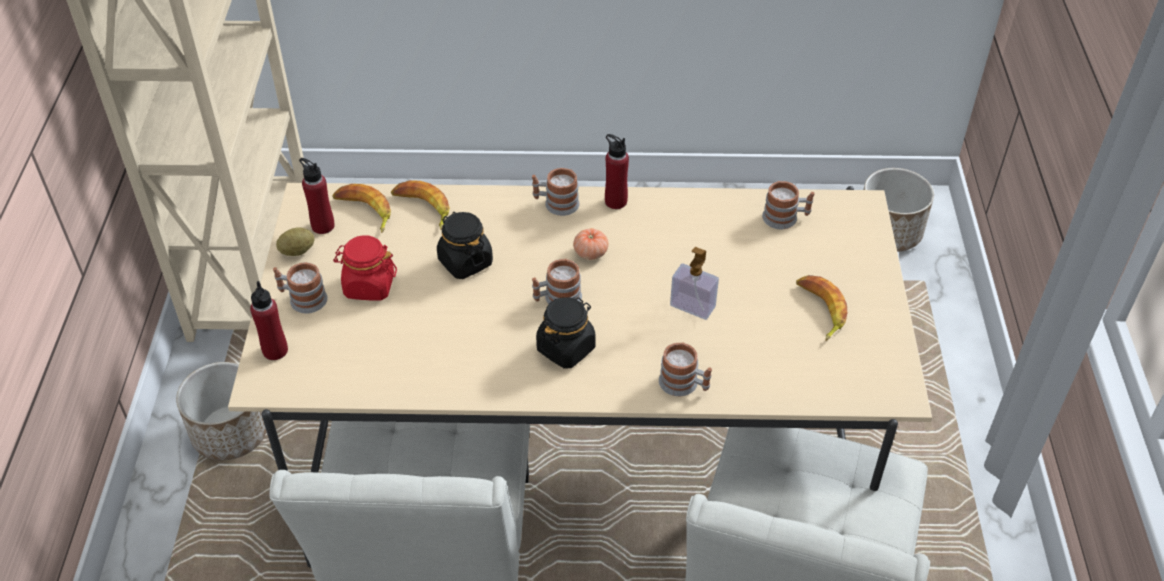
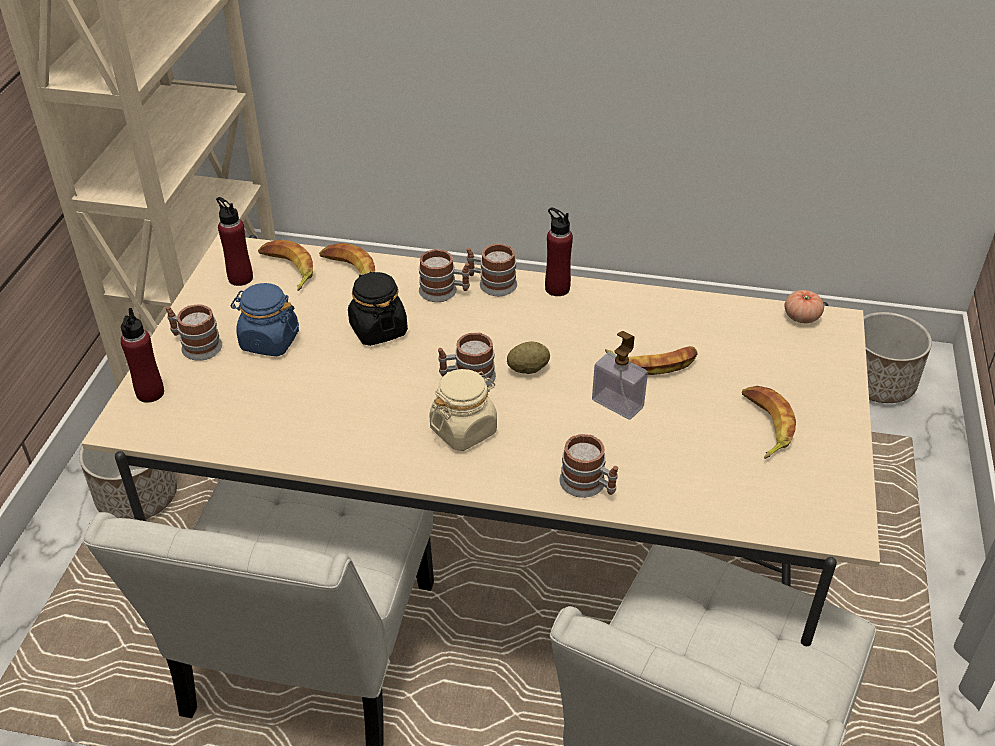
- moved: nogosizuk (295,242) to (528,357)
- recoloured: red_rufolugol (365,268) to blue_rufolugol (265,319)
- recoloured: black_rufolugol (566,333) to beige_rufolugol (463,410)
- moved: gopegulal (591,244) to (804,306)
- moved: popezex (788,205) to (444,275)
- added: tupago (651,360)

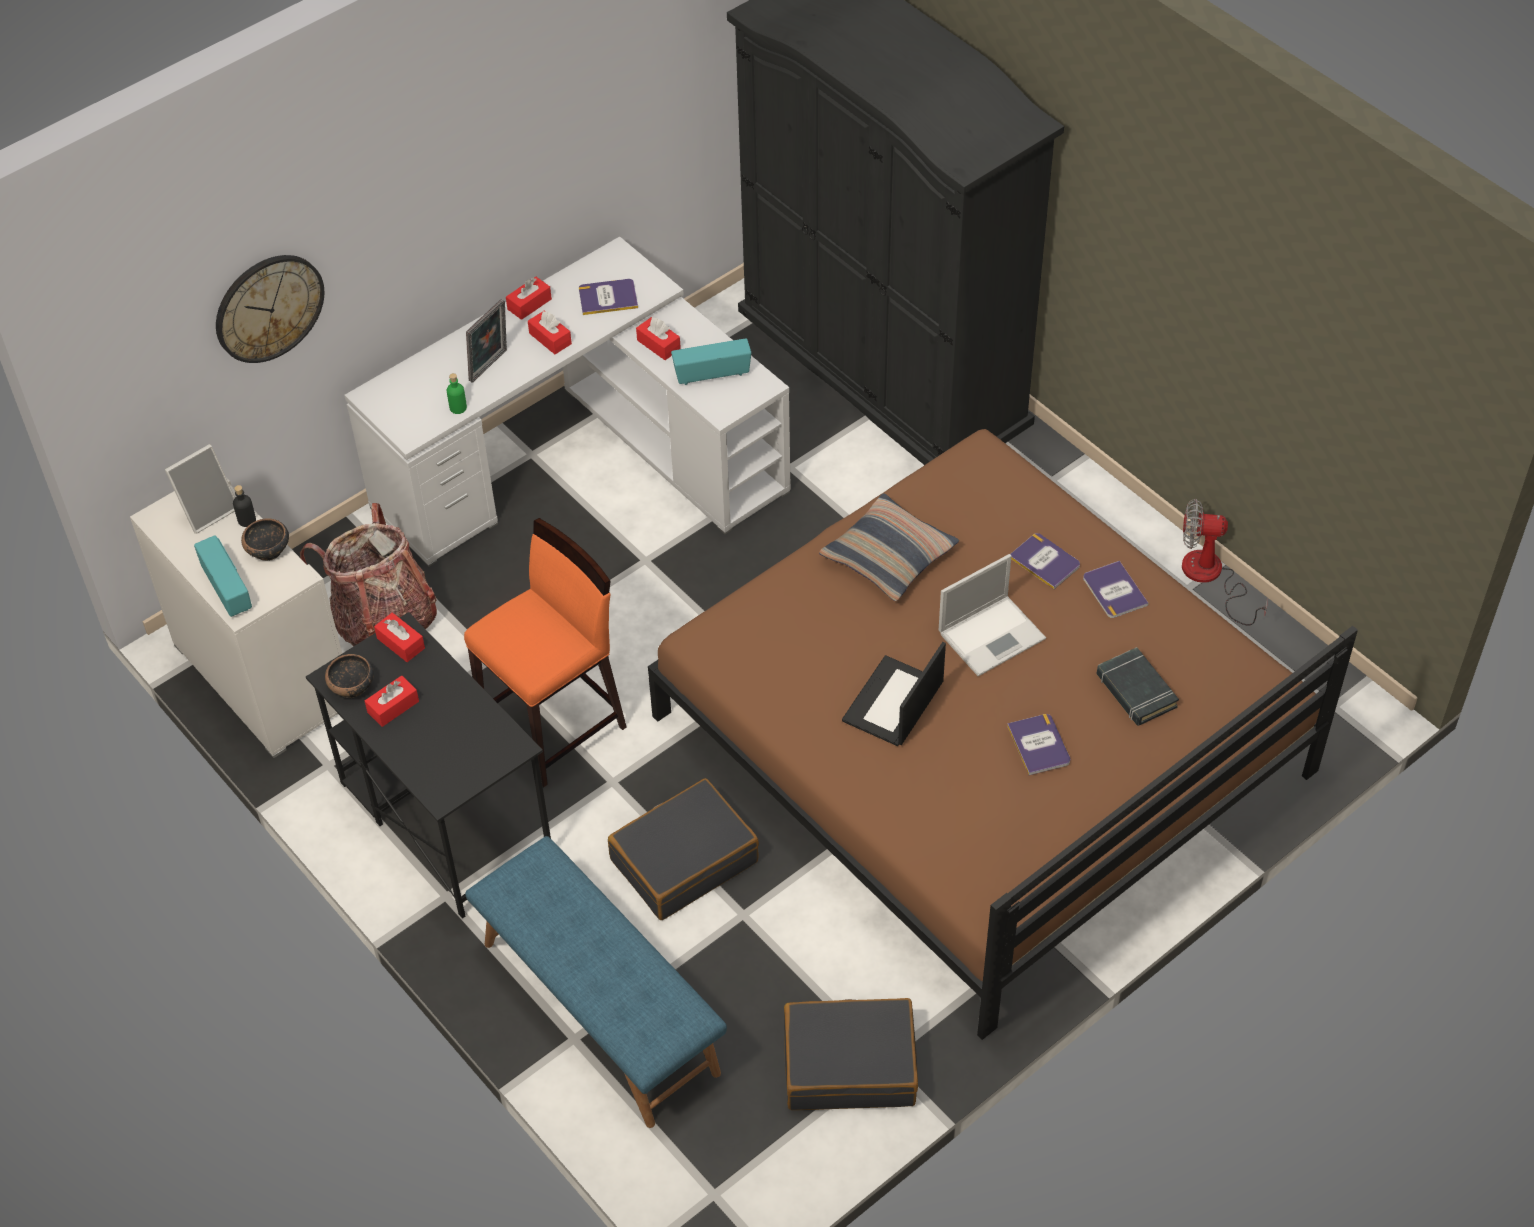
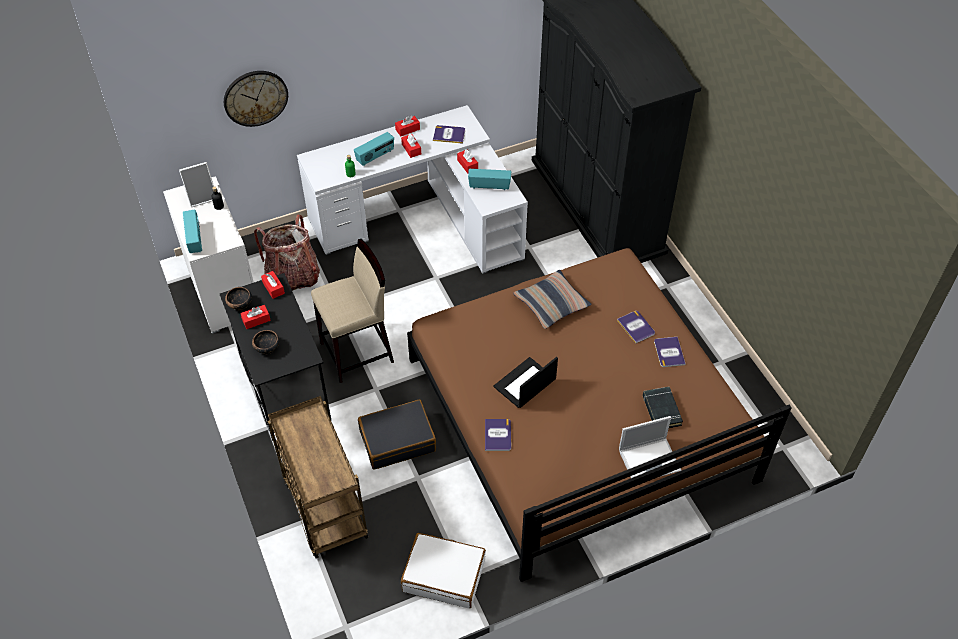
- moved: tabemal (265,539) to (266,342)
- recoloured: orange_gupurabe (545,653) to beige_gupurabe (352,311)
- replaced: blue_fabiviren (596,982) to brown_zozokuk (318,477)
- replaced: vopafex (486,341) to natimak (374,149)
- recoloured: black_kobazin (851,1054) to white_kobazin (443,571)
- moved: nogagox (992,615) to (650,447)
- moved: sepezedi (1038,744) to (498,435)
- removed: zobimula (1224,562)

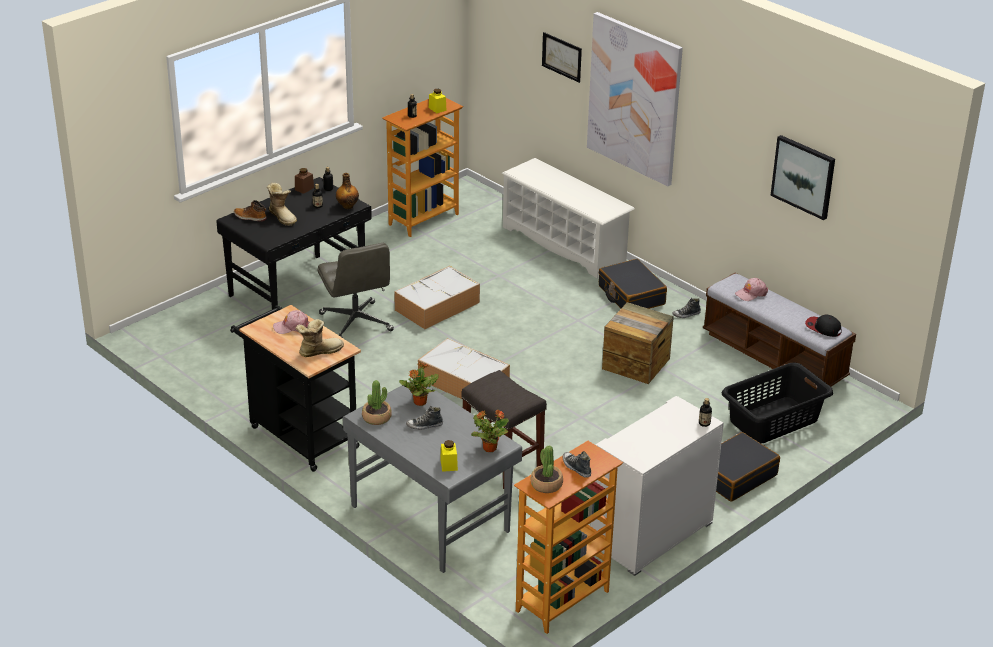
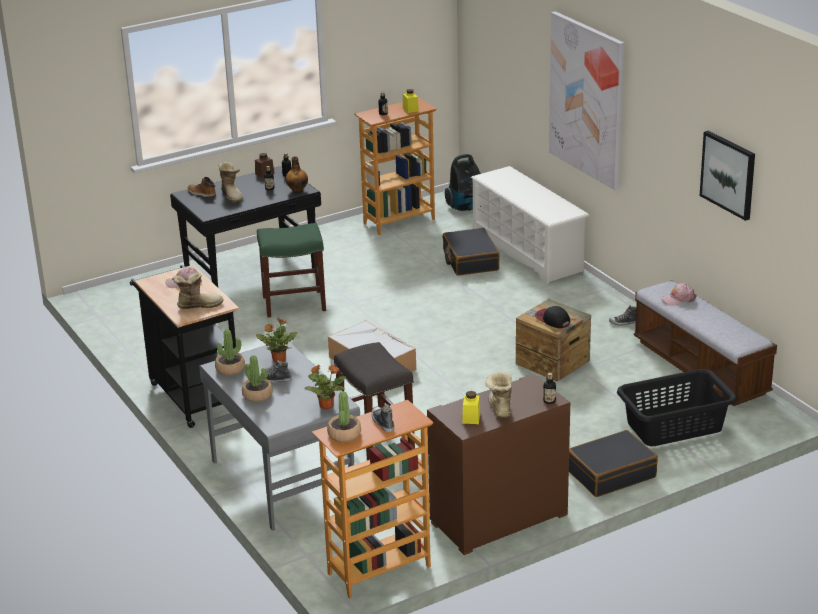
- replaced: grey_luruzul (355,290) to green_gupurabe (291,270)
- removed: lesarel (437,297)
- moved: yellow_rufolugol (449,456) to (471,407)
- removed: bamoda (562,57)
- recoloured: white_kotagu (657,486) to brown_kotagu (498,464)
- moved: black_kobazin (633,284) to (471,252)
- moved: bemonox (823,326) to (552,317)
- added: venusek (257,378)
- added: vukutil (463,182)
- added: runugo (498,395)

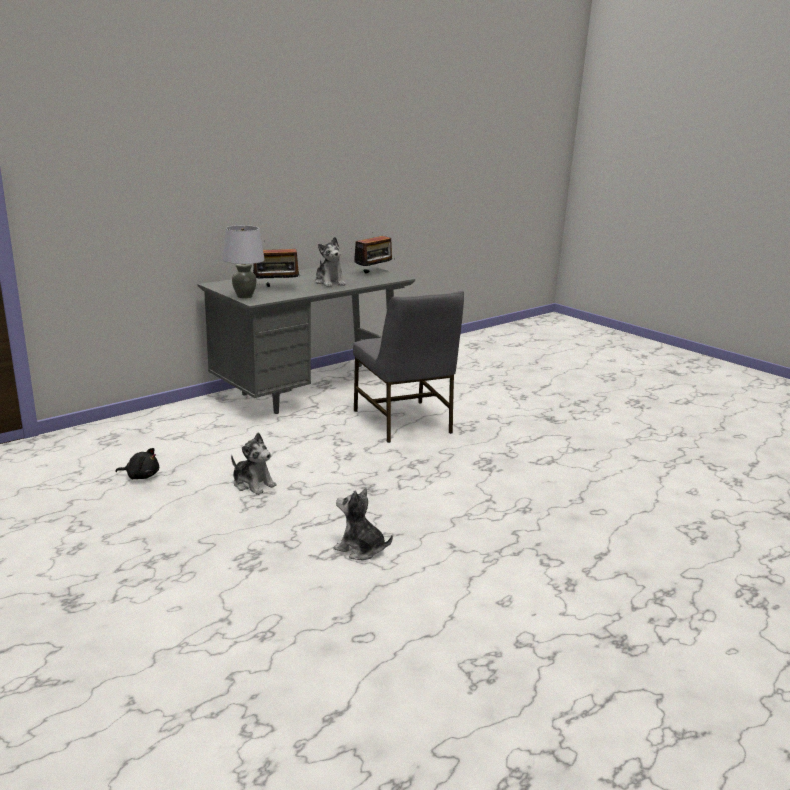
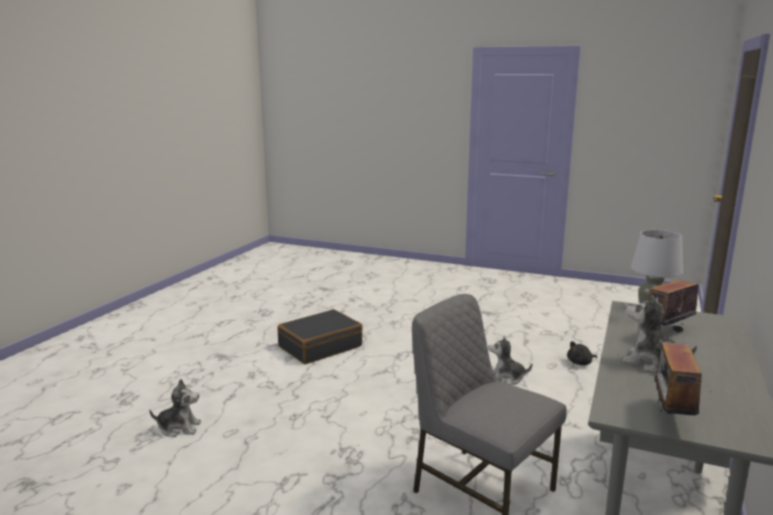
- moved: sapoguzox (363,524) to (175,408)
- added: black_kobazin (320,336)

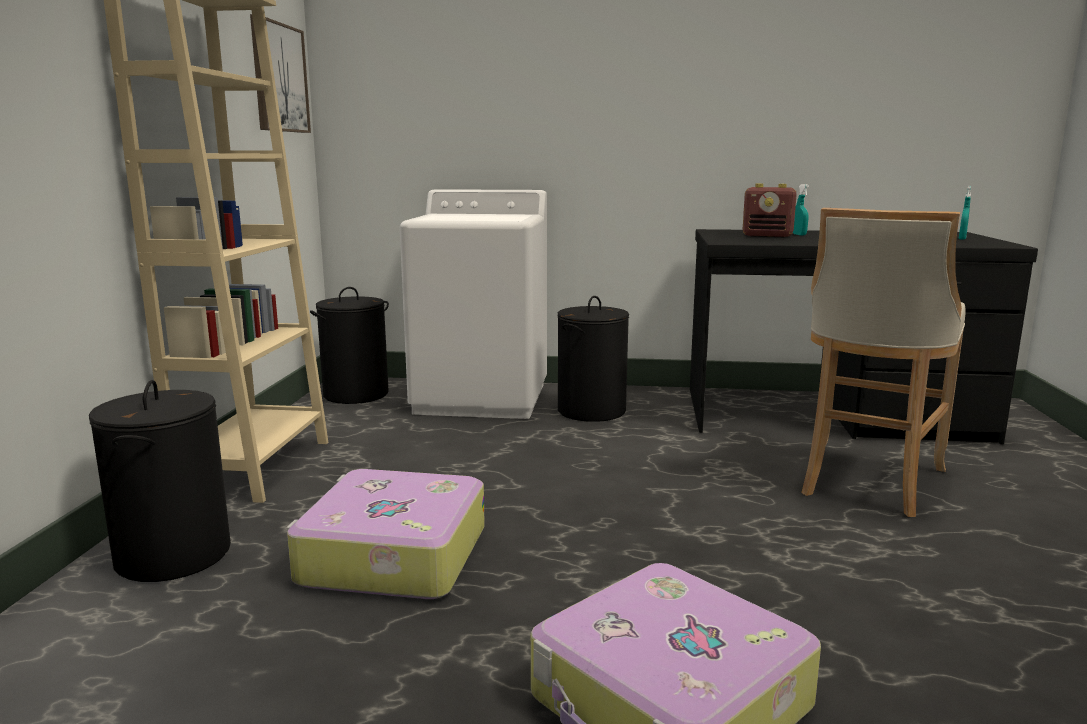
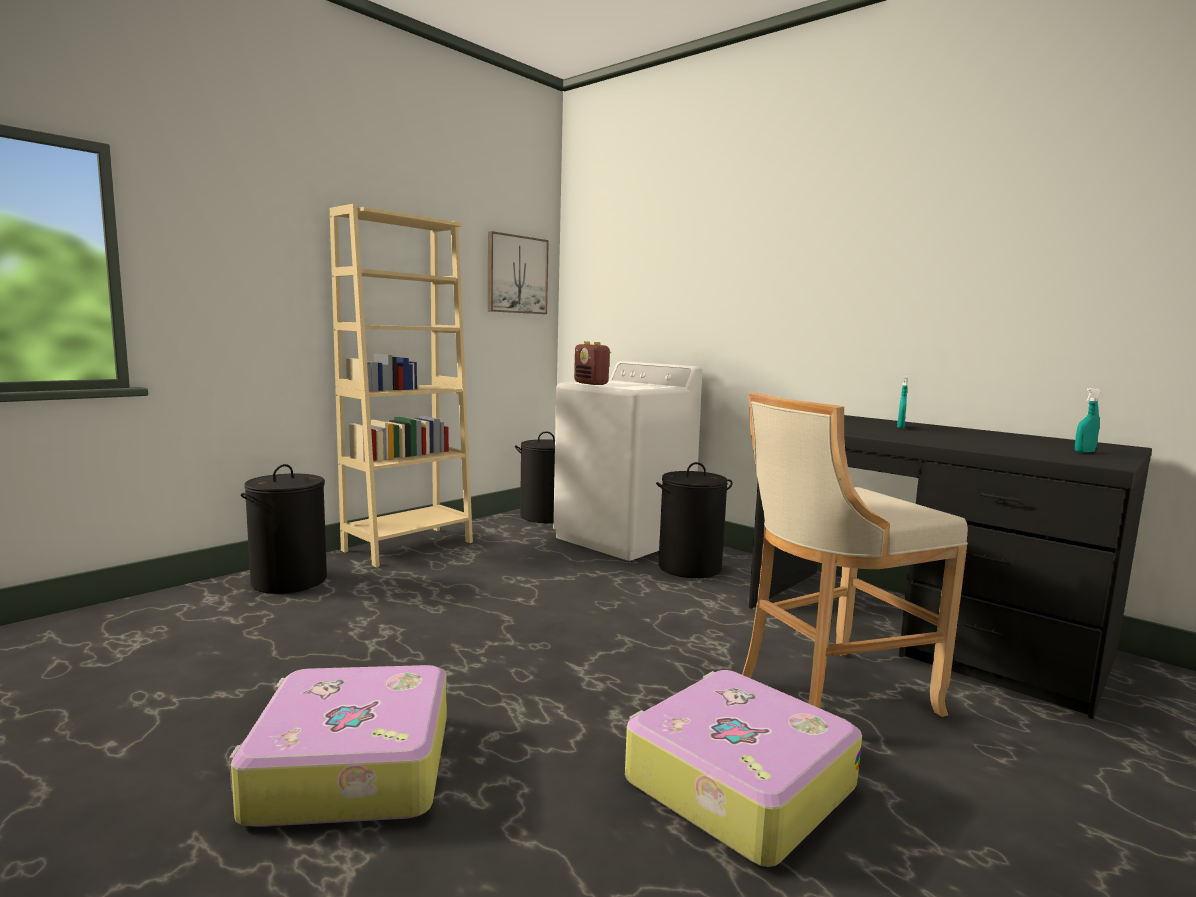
- moved: kobazin (386,534) to (743,768)
- moved: natimak (769,210) to (592,363)

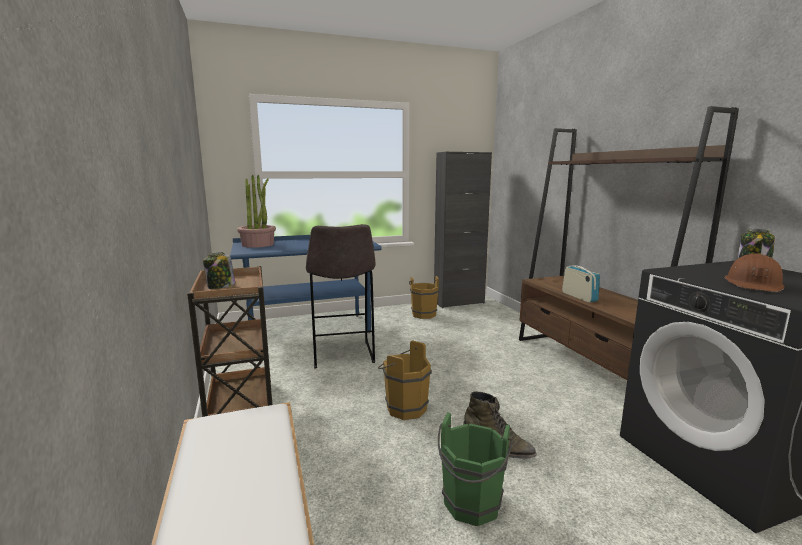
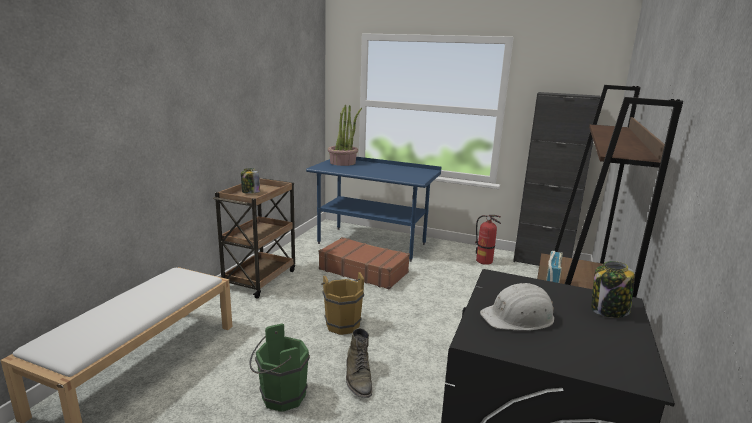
- replaced: grey_gupurabe (341,296) to brown_kobazin (364,263)
- replaced: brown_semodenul (424,297) to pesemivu (488,240)
- recoloured: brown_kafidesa (754,272) to white_kafidesa (517,307)

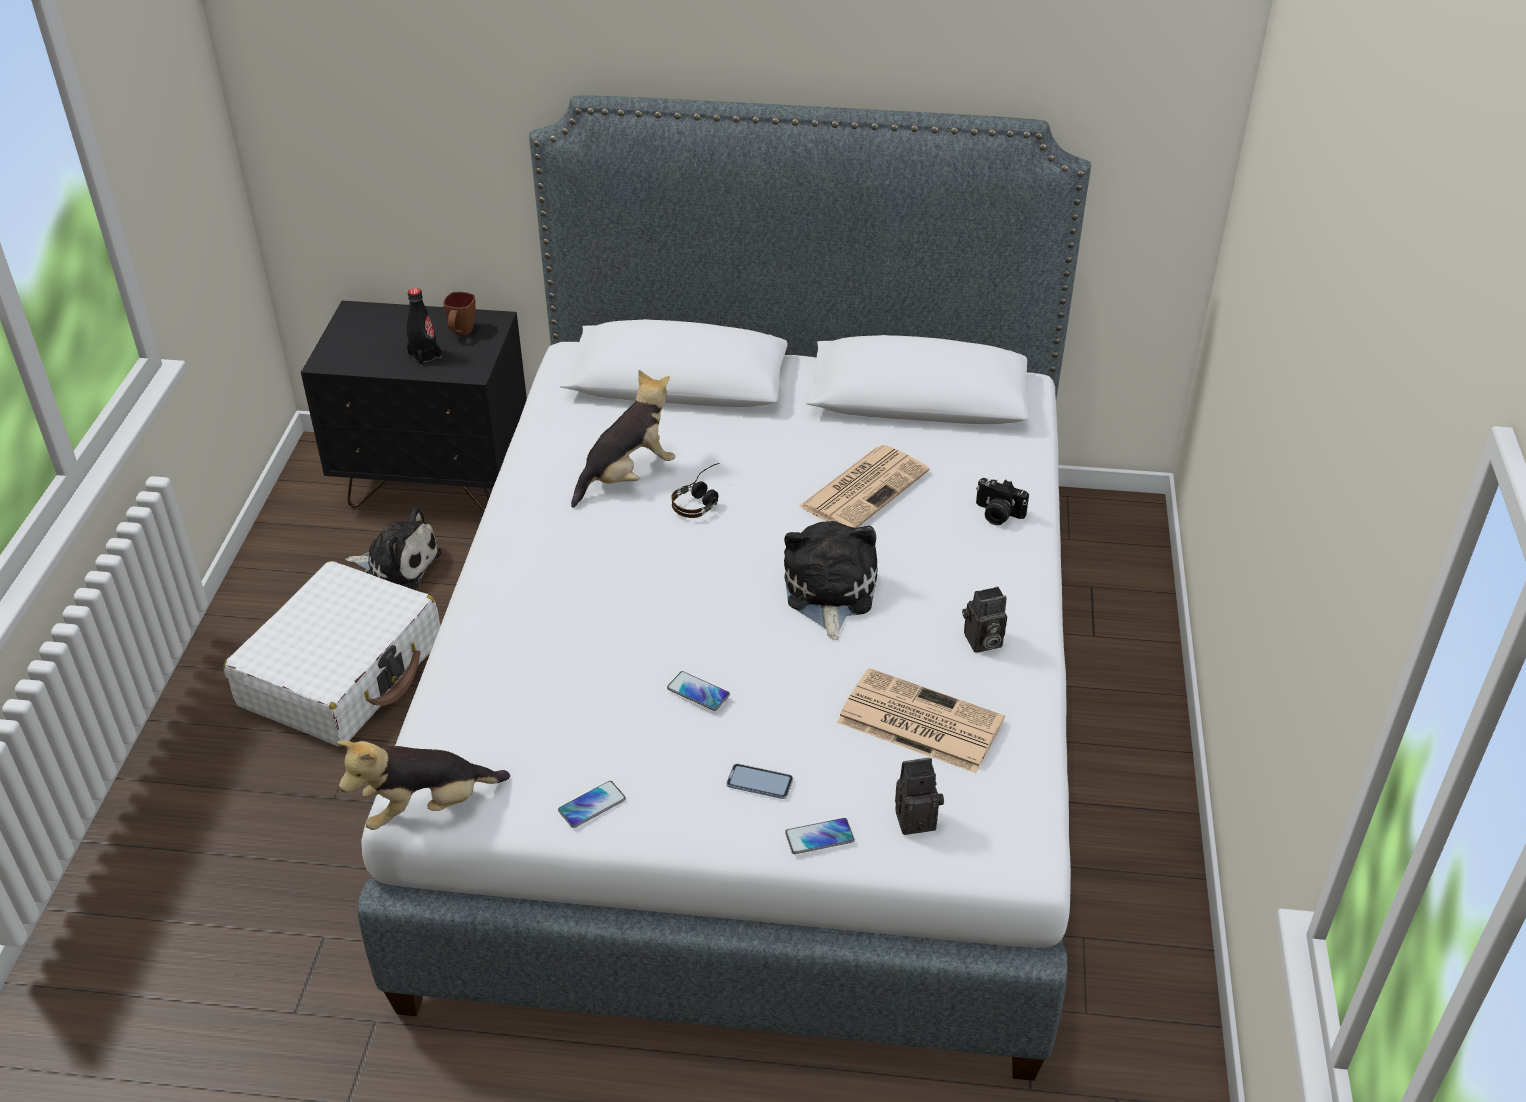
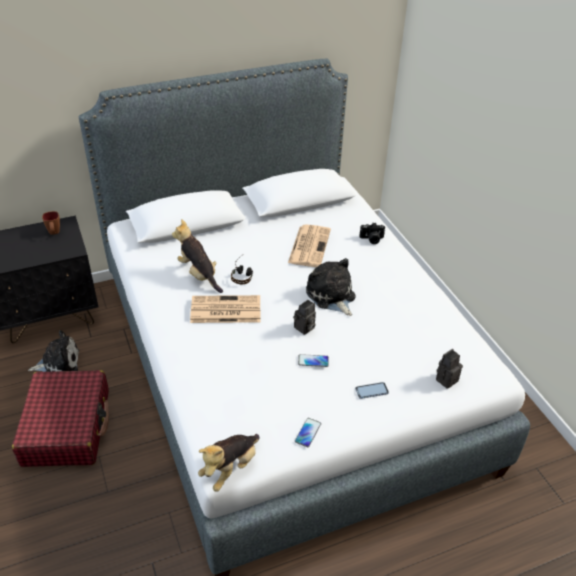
- recoloured: white_kobazin (331,654) to red_kobazin (60,418)
- removed: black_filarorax (424,327)
- turned: sapoguzox (623,439) = (197,256) 60 degrees counterclockwise
- removed: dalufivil (819,836)
- moved: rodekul (921,720) to (225,309)
- moved: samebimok (984,620) to (304,317)

